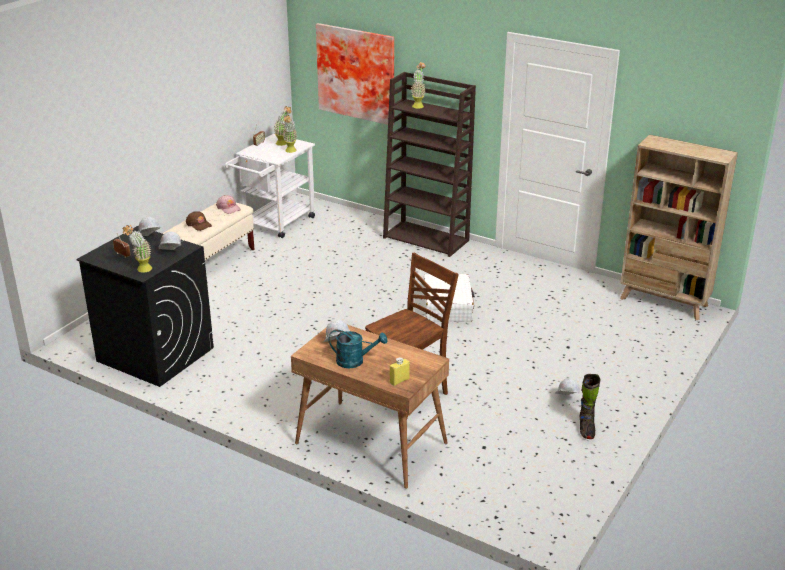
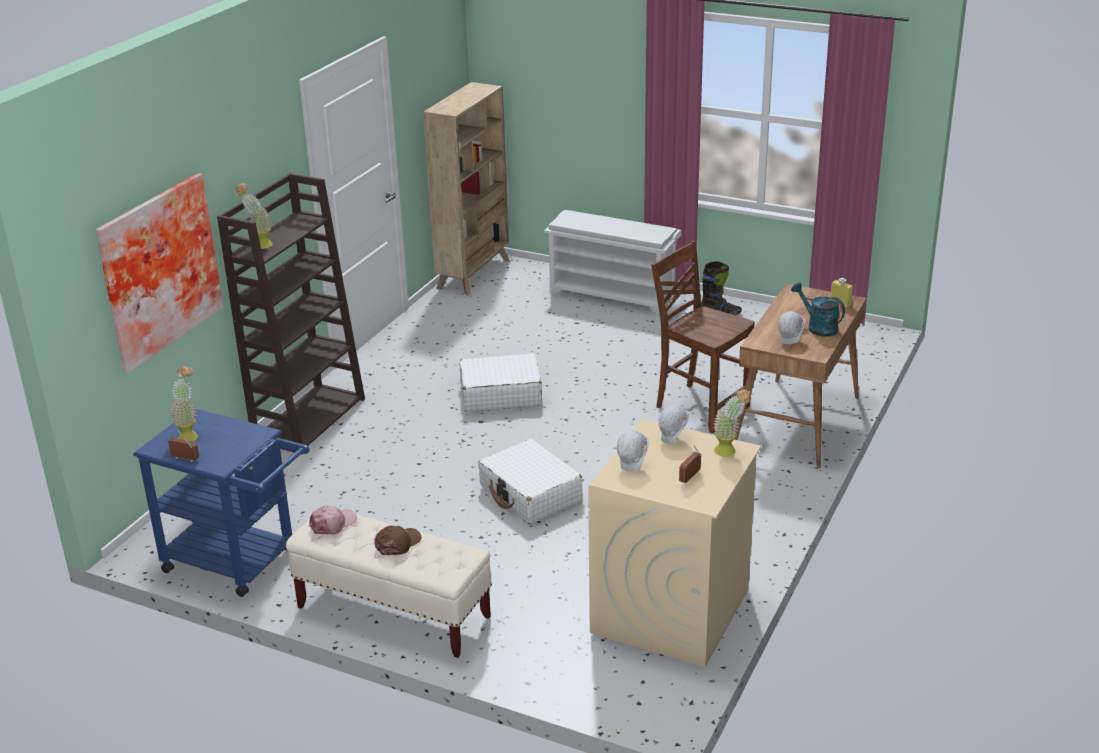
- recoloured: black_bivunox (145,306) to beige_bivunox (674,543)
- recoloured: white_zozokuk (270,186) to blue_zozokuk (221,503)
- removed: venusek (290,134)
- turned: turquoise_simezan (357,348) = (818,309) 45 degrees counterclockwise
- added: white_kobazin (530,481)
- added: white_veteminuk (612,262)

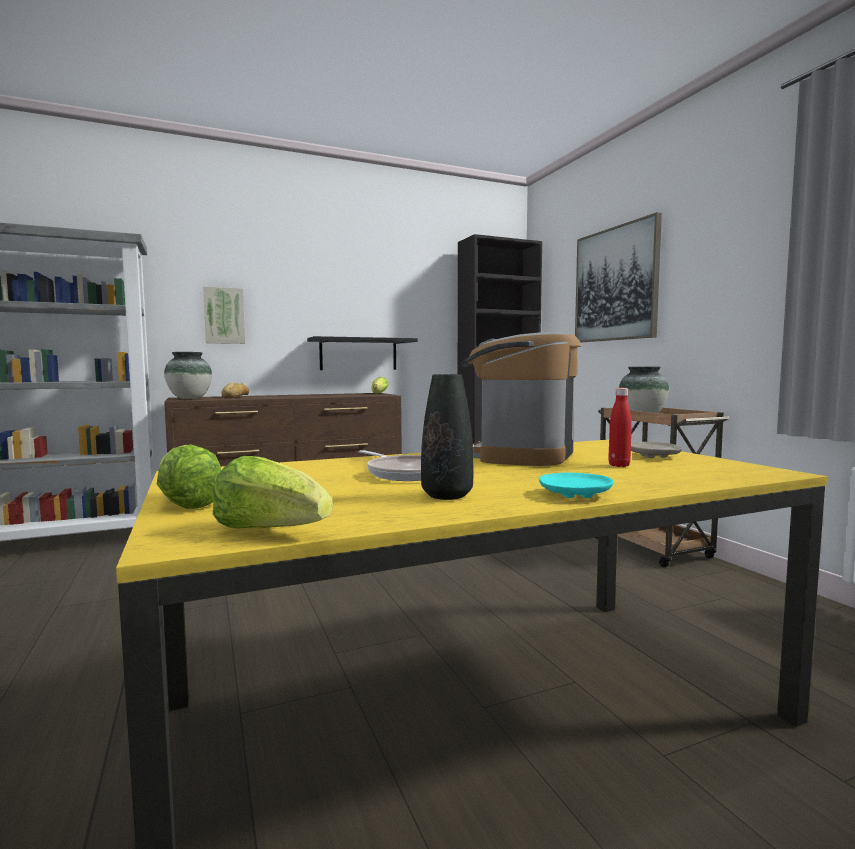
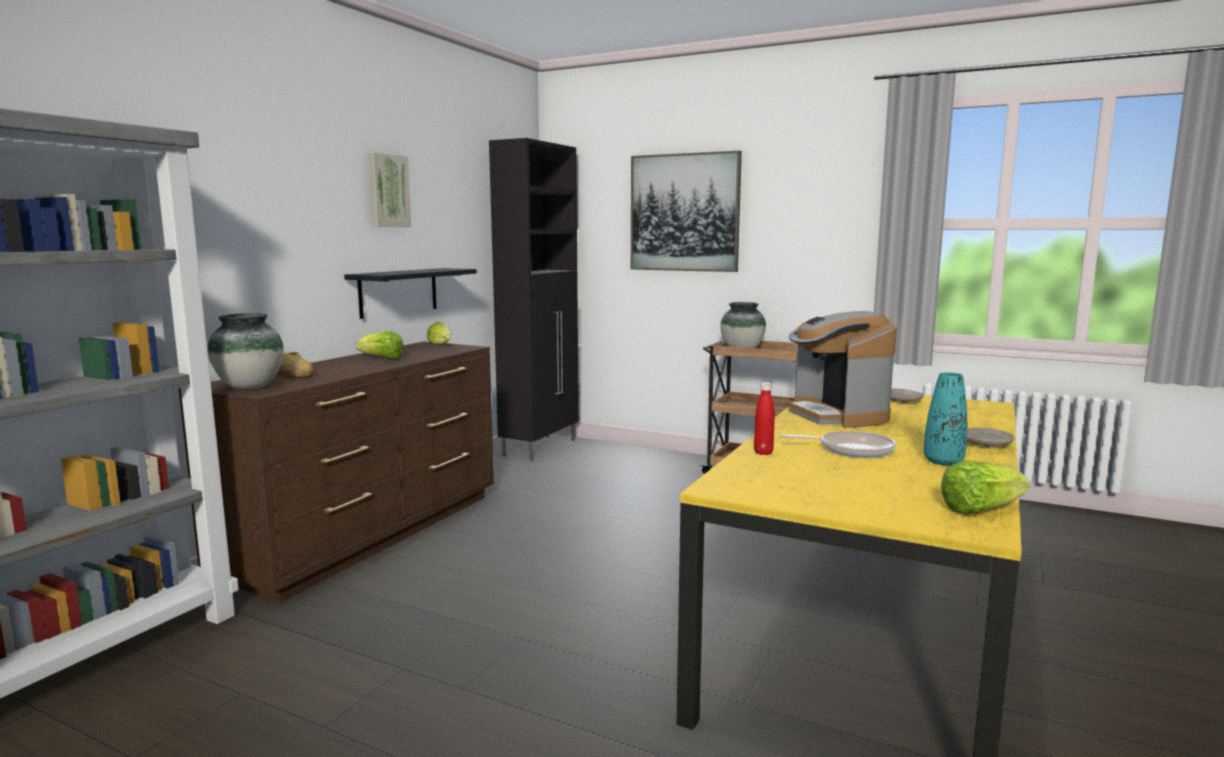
- moved: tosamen (189,477) to (380,345)
- moved: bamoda (224,315) to (390,189)
- recoloured: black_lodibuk (447,437) to turquoise_lodibuk (945,419)
- recoloured: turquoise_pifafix (576,485) to beige_pifafix (990,438)
- moved: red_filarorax (620,427) to (764,418)

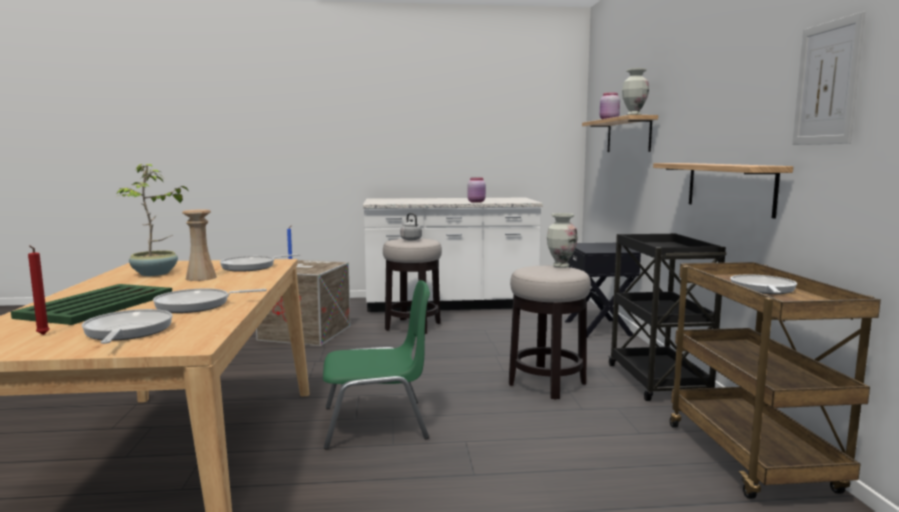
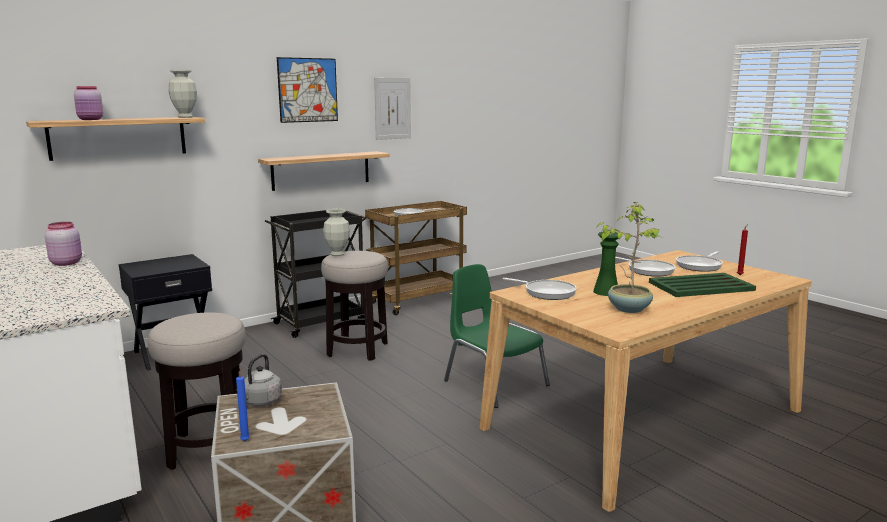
- recoloured: beige_lodibuk (199,245) to green_lodibuk (606,264)
- moved: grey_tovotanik (411,226) to (259,380)
- added: bamoda (307,90)

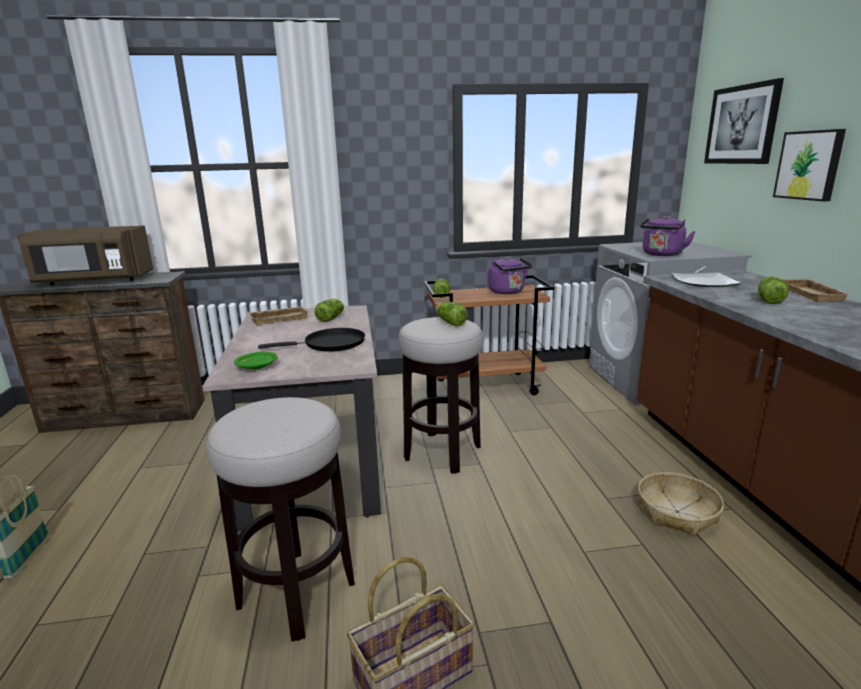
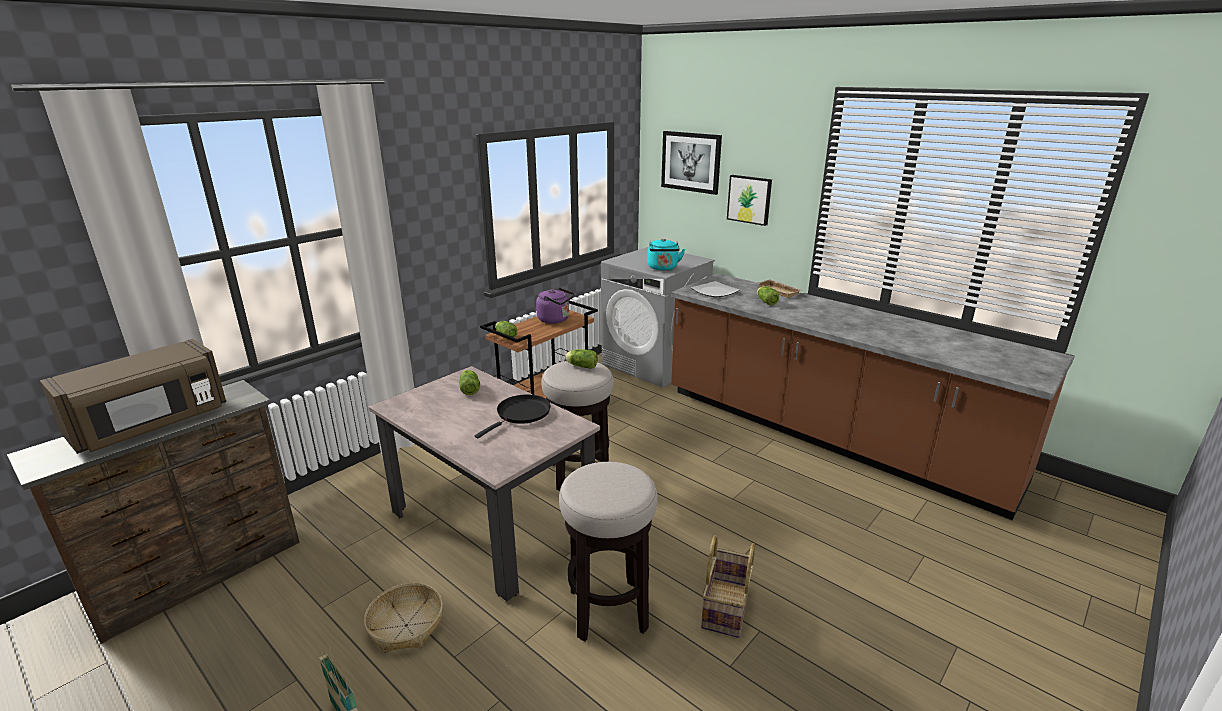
- removed: green_pifafix (255,360)
- removed: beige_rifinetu (278,315)
- moved: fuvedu (681,504) to (403,618)
- recoloured: purple_tovotanik (668,236) to turquoise_tovotanik (666,254)

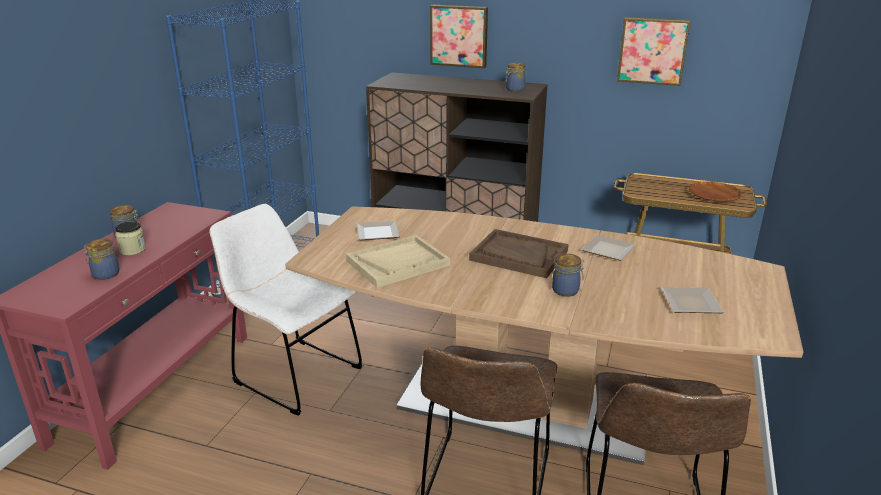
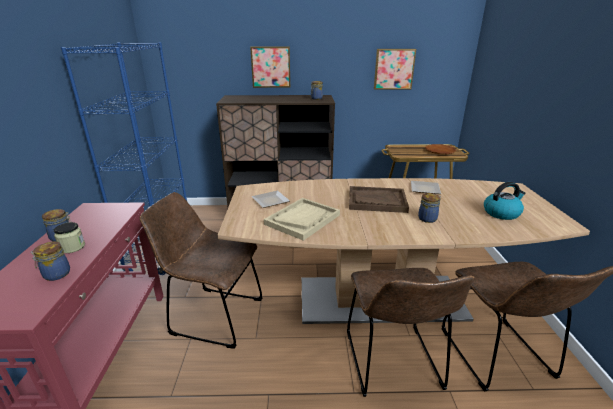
- recoloured: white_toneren (286,309) to brown_toneren (201,270)
- replaced: pifafix (693,300) to tovotanik (505,201)

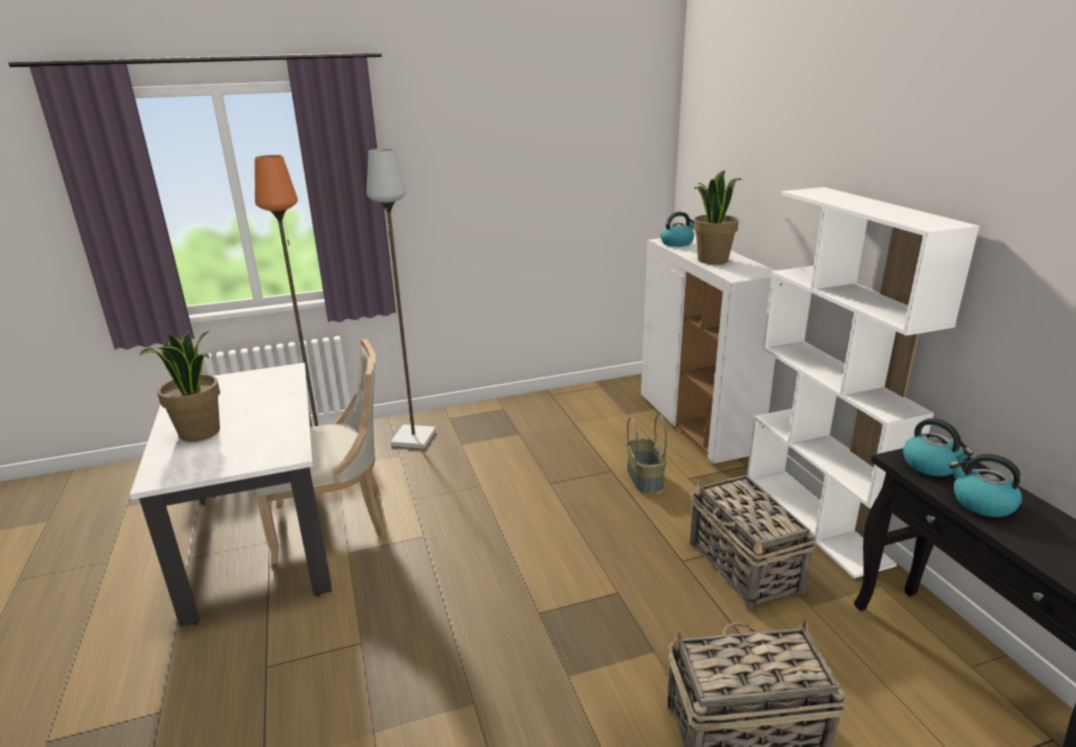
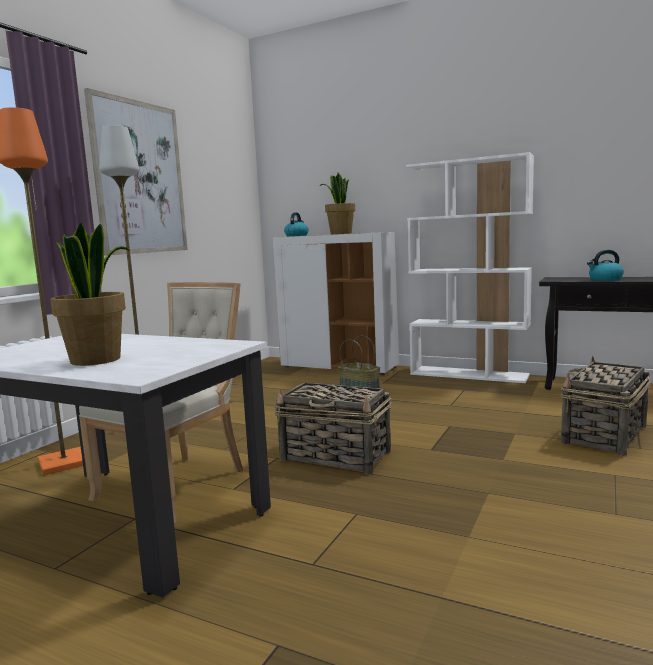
- moved: fuvedu (753,542) to (333,428)
- removed: tovotanik (938,447)
- added: bamoda (136,171)

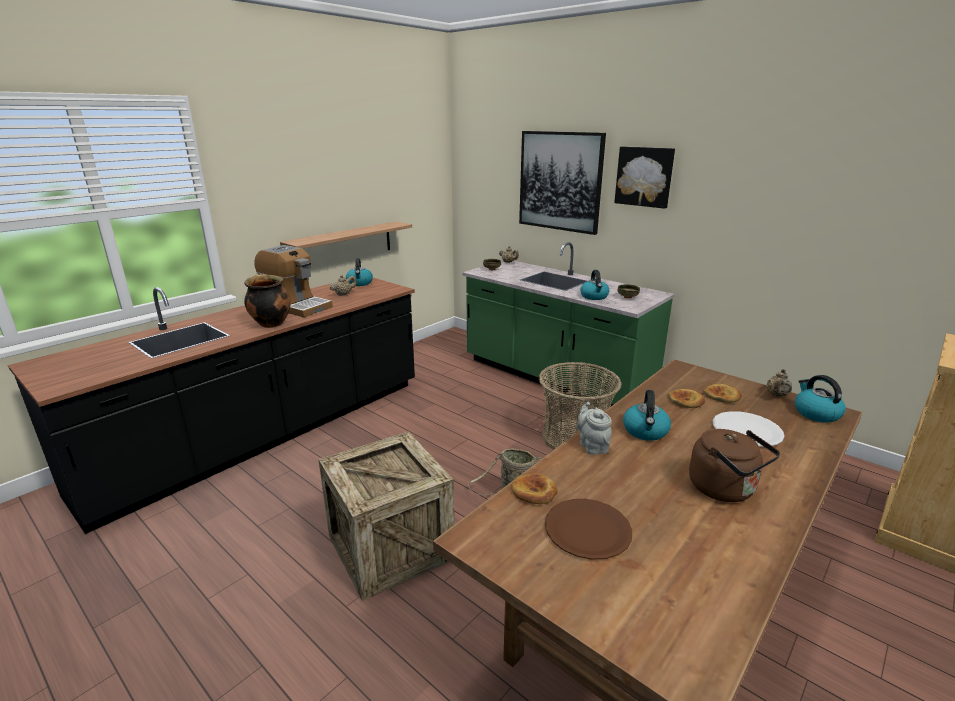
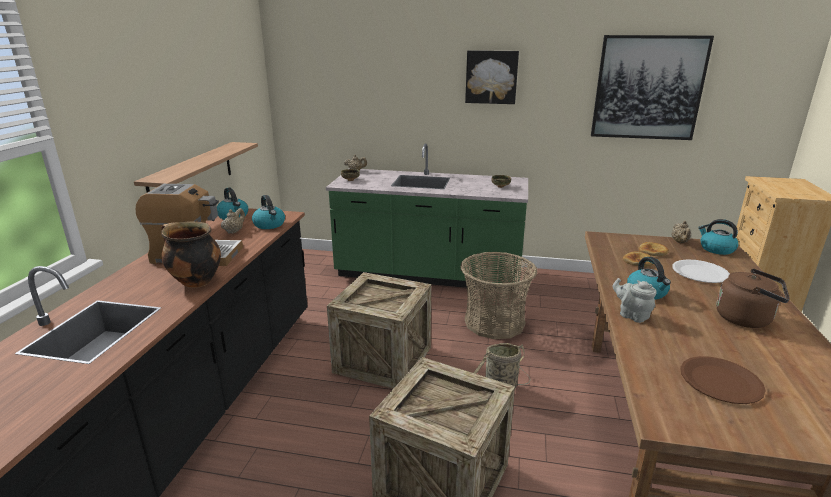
- removed: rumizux (535,488)
- moved: bamoda (562,183) to (652,87)
- moved: tovotanik (595,285) to (268,212)
- added: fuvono (379,330)

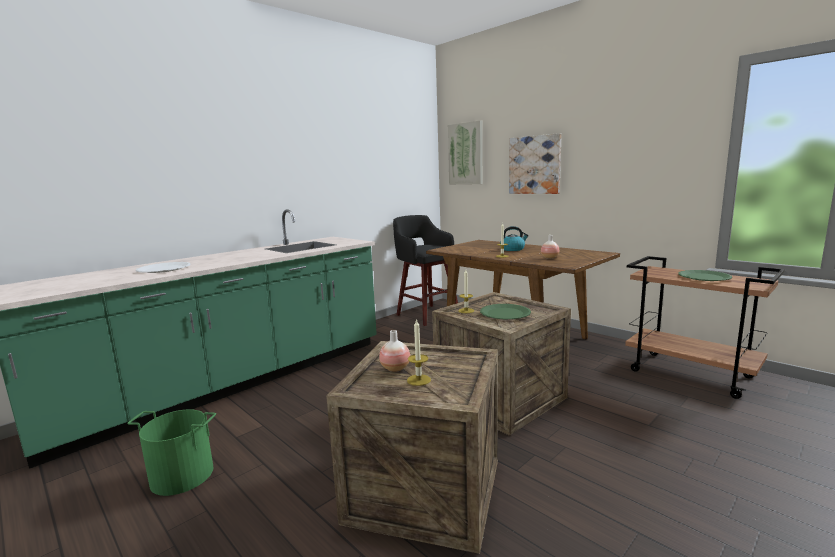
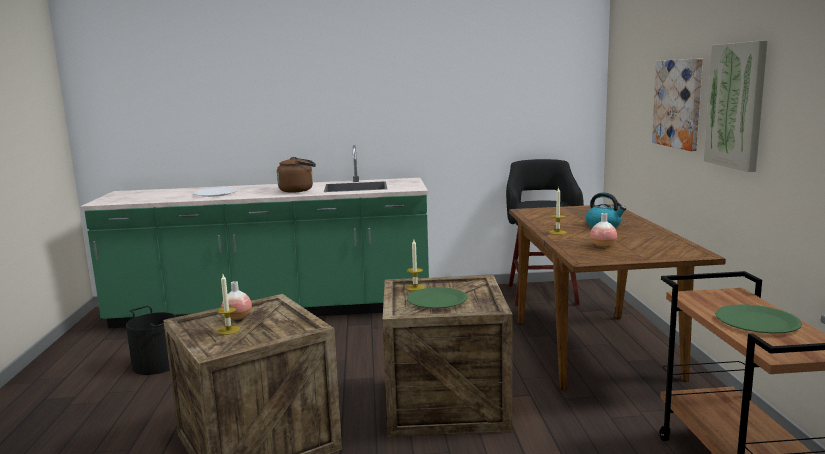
- recoloured: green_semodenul (171,452) to black_semodenul (151,340)
- moved: bamoda (465,152) to (736,106)
- added: brown_tovotanik (296,174)

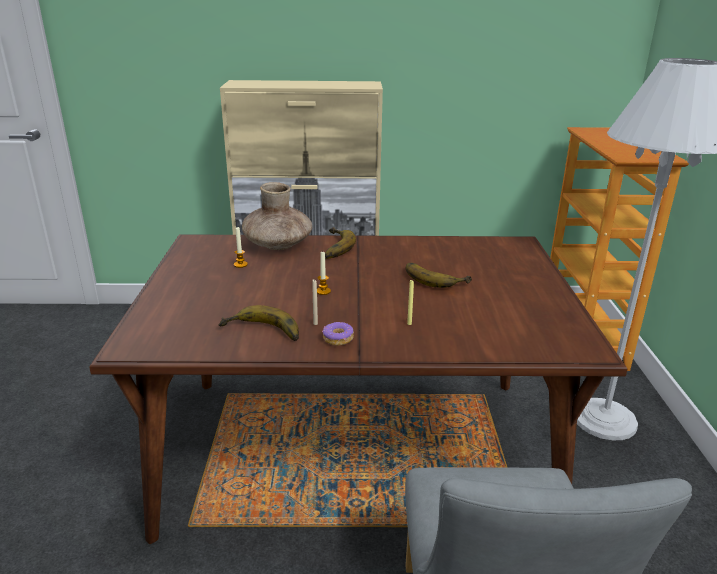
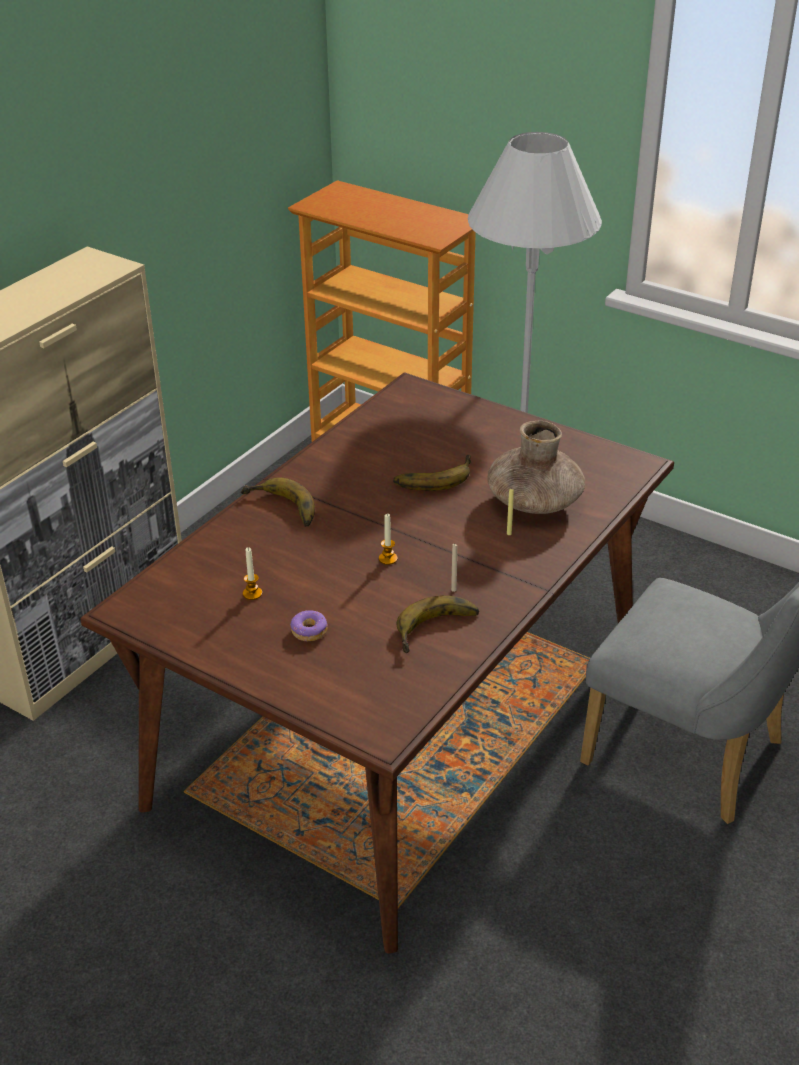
- moved: brown_lodibuk (277,216) to (536,467)
- moved: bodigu (338,333) to (309,626)

